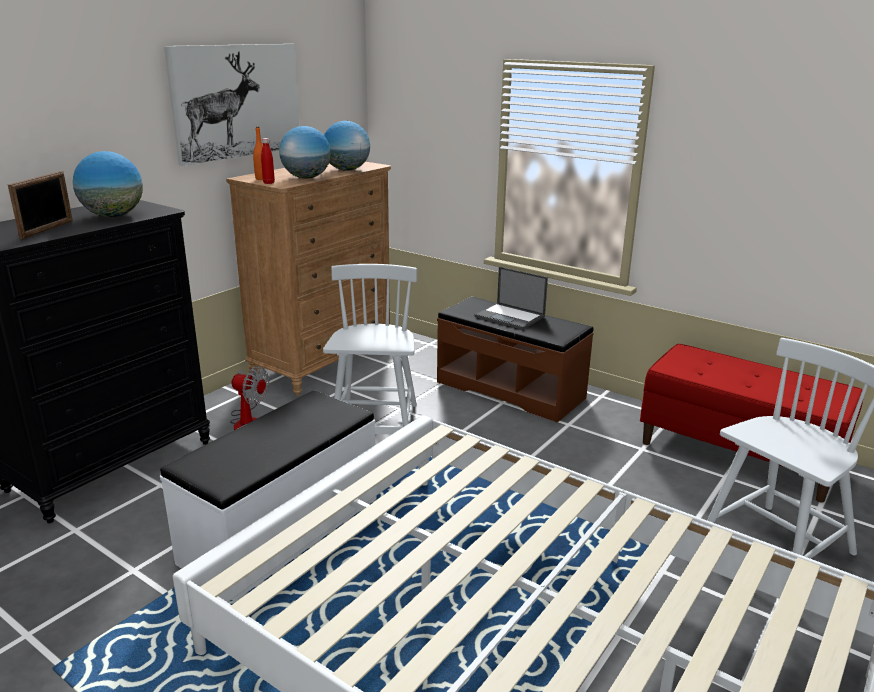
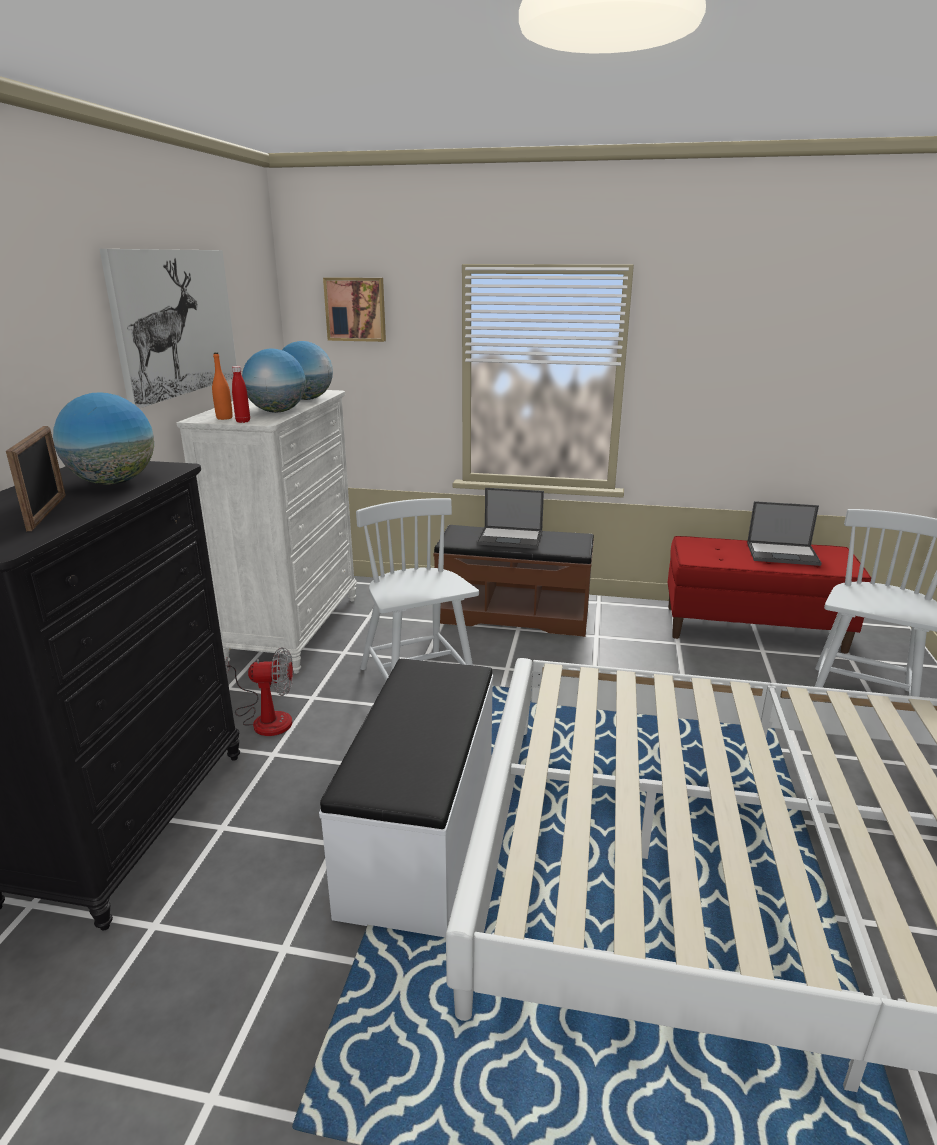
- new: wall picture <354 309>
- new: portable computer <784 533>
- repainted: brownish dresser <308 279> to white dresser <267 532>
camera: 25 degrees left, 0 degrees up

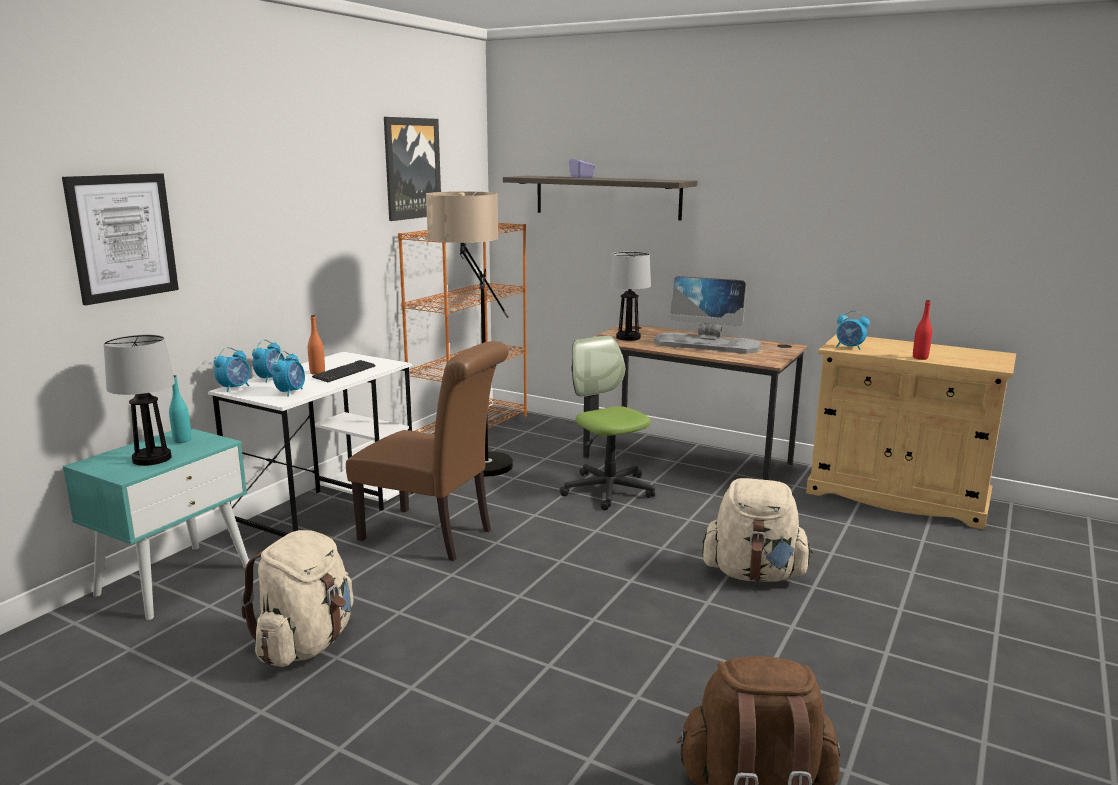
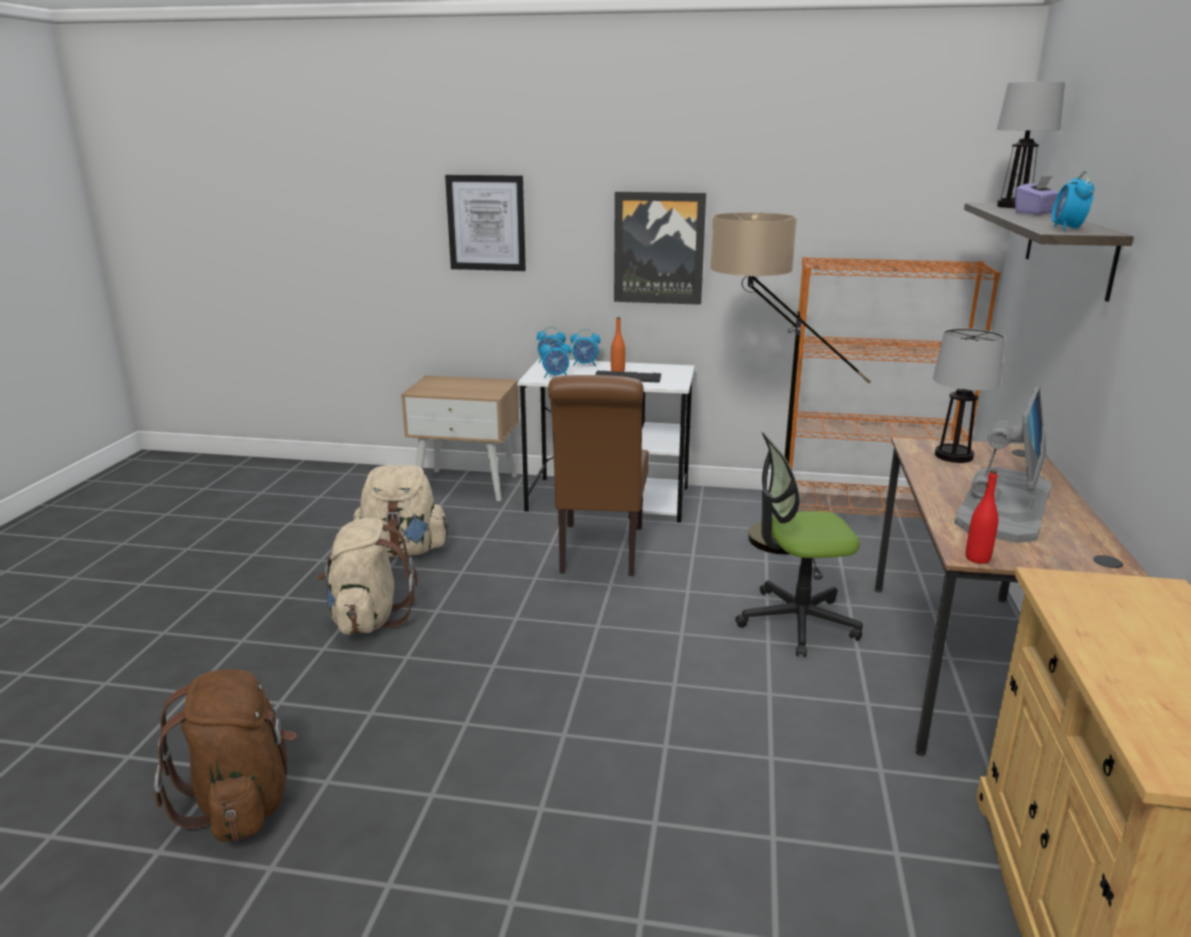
- gone: turquoise beverage bottle <180 409>
- shifted: table lamp <139 400> to <1031 145>
- shifted: wall picture <412 169> to <660 248>
- shifted: sand-coloured knapsack <757 530> to <366 576>
- shifted: bedside clock <853 330> to <1072 201>
- shifted: reddish beverage bottle <922 330> to <982 517>
- repainted: turquoise nightstand <156 524> to sand-coloured nightstand <460 438>
- rotated: computer chair <607 422> = <799 544> 135 degrees counterclockwise
- rotated: computer display <707 315> = <1003 465> 150 degrees counterclockwise
camera: 70 degrees right, 5 degrees up

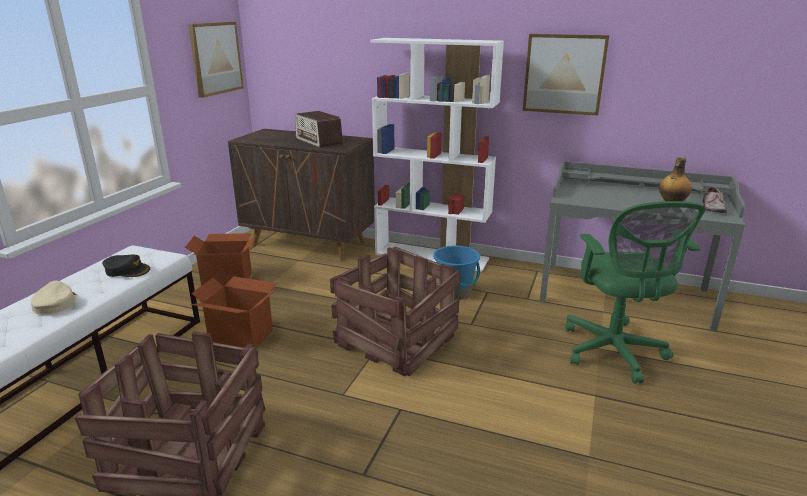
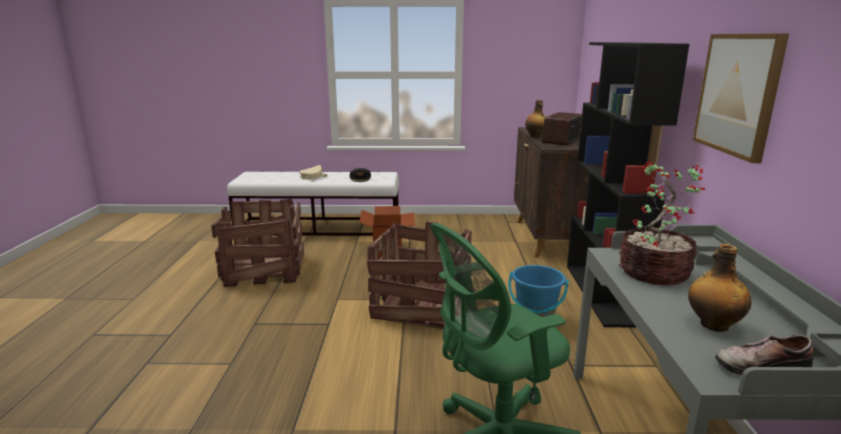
- gone: carton <220 259>
- gone: wall picture <216 60>
- new: beverage bottle <535 119>
- new: plant in a pot <662 222>
- repainted: white shelving unit <437 155> to black-coloured shelving unit <628 184>
camera: 70 degrees right, 5 degrees down

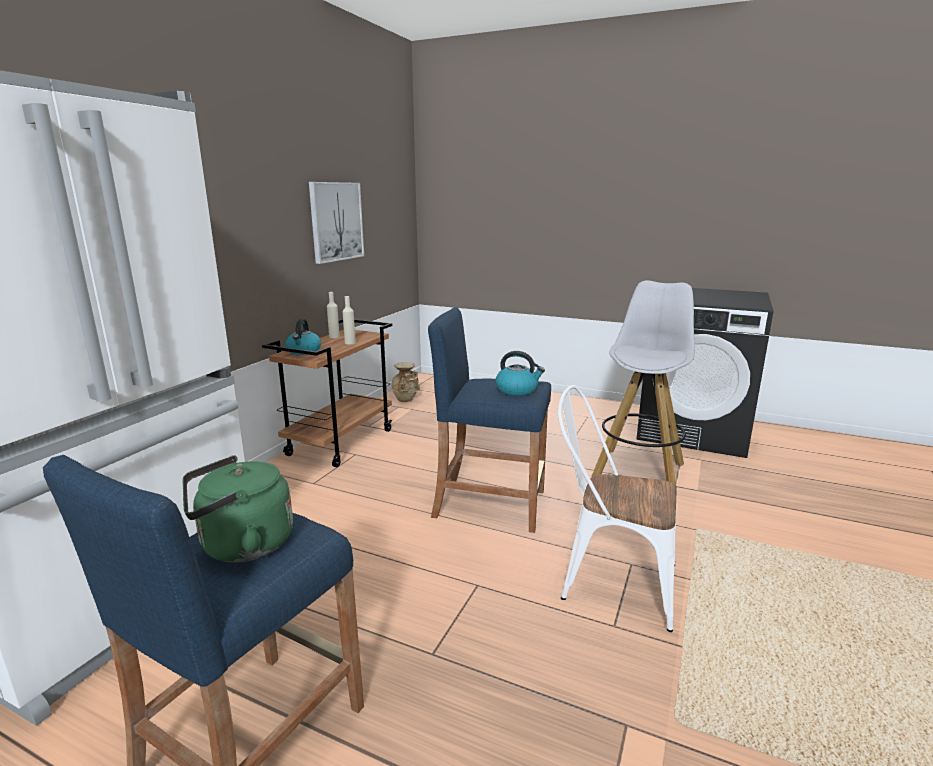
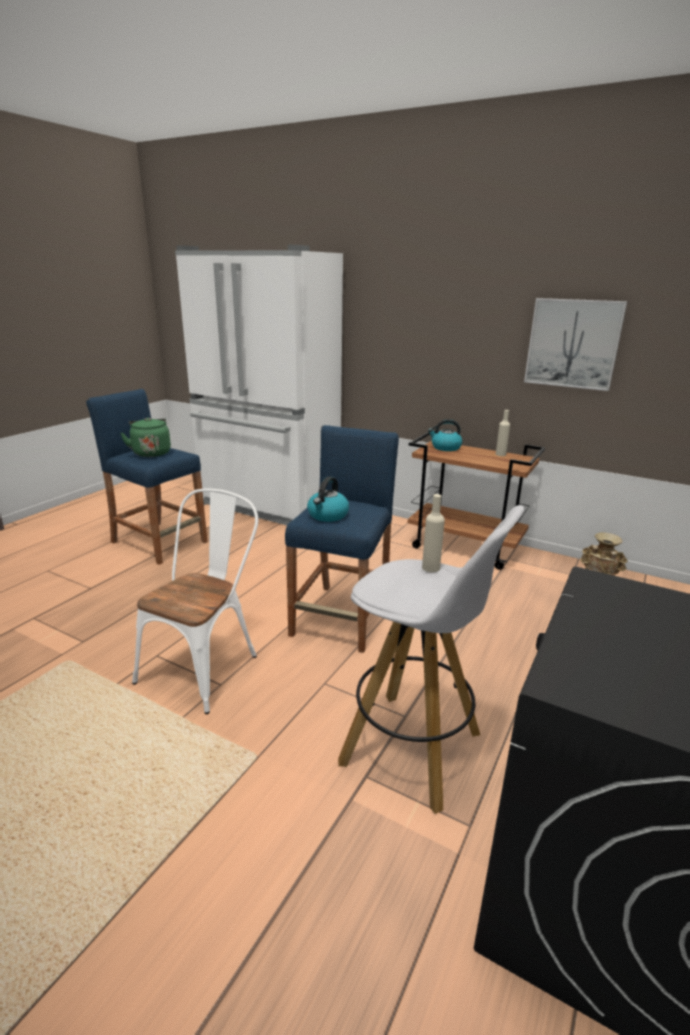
- shifted: sand-coloured beverage bottle <349 320> to <433 533>
camera: 95 degrees right, 5 degrees up

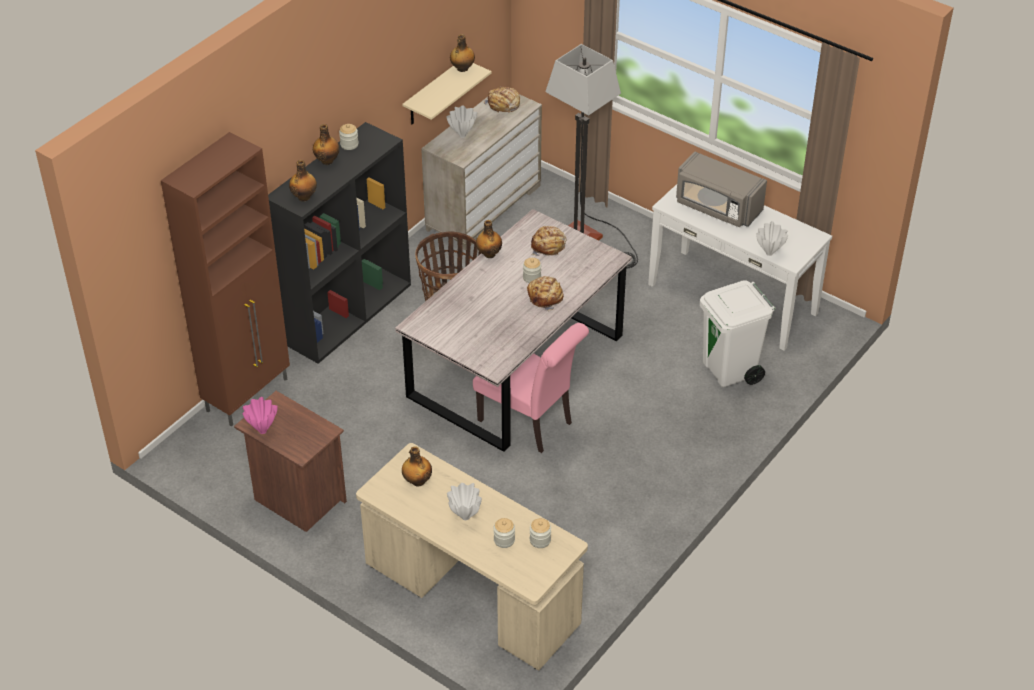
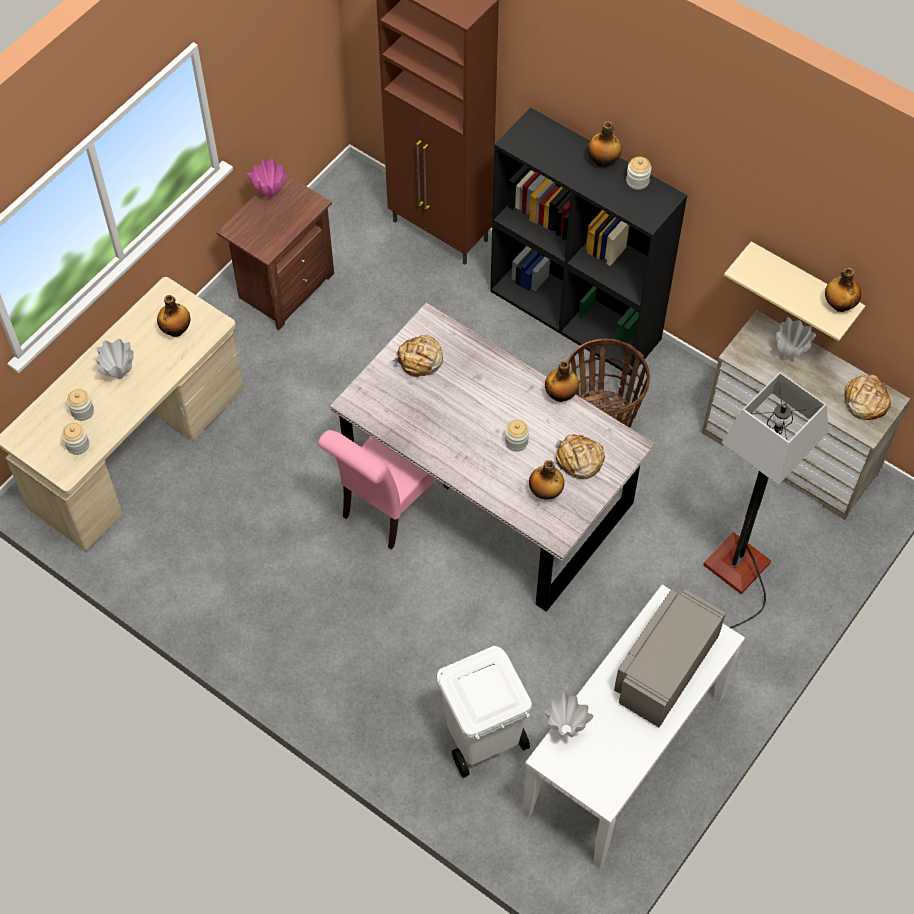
- shifted: beverage bottle <303 180> to <546 479>
- shifted: bread <546 293> to <417 357>
camera: 90 degrees right, 15 degrees up

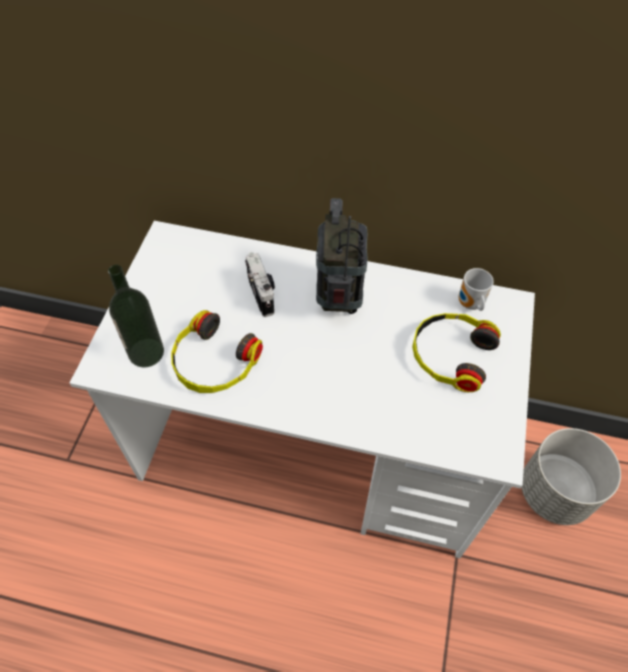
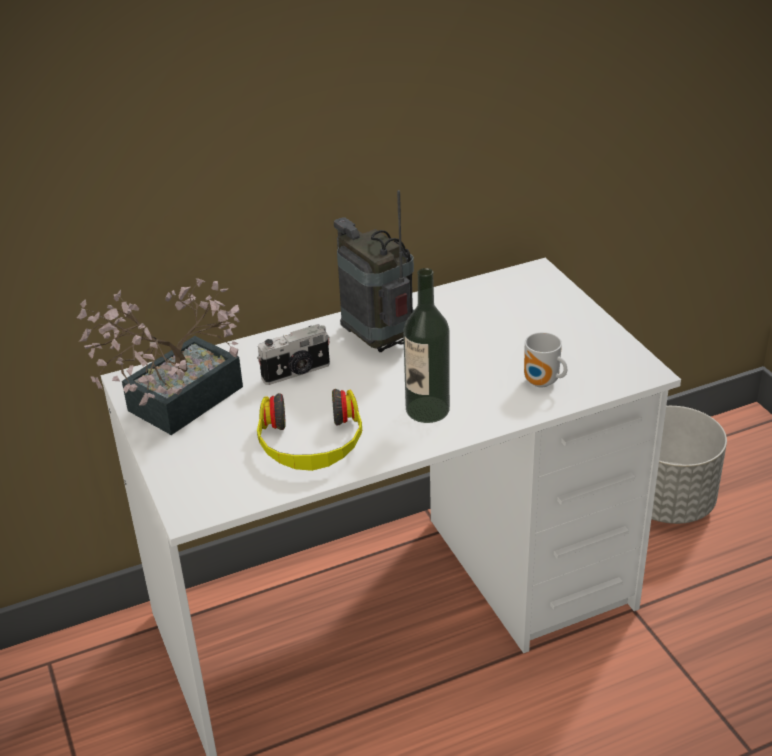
- gone: headset <456 352>
- new: plant in a pot <159 356>
- shifted: beverage bottle <136 316> to <426 345>
- shifted: mug <476 289> to <545 359>
- rotated: photo camera <260 284> = <293 354> 120 degrees clockwise
camera: 35 degrees left, 20 degrees down

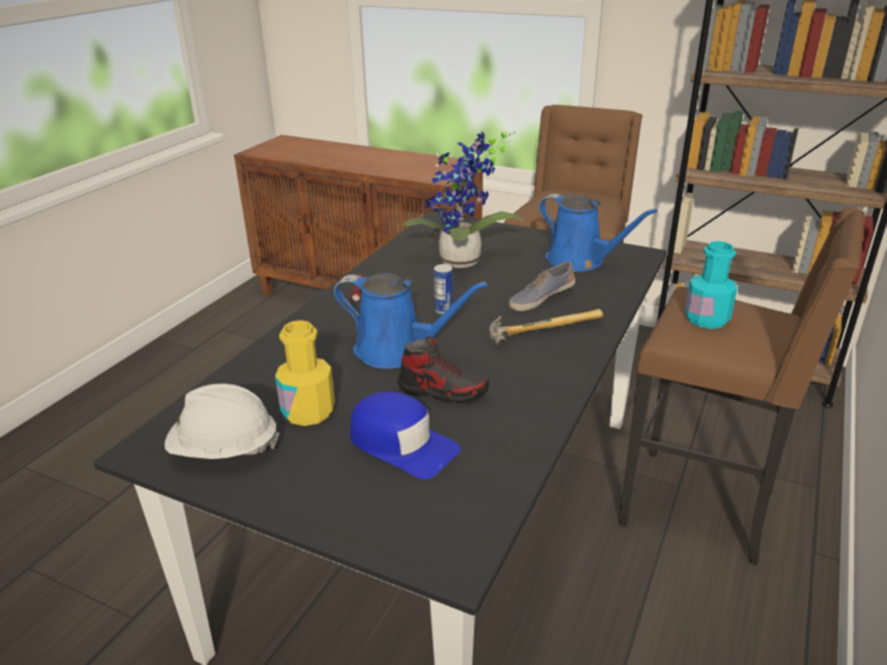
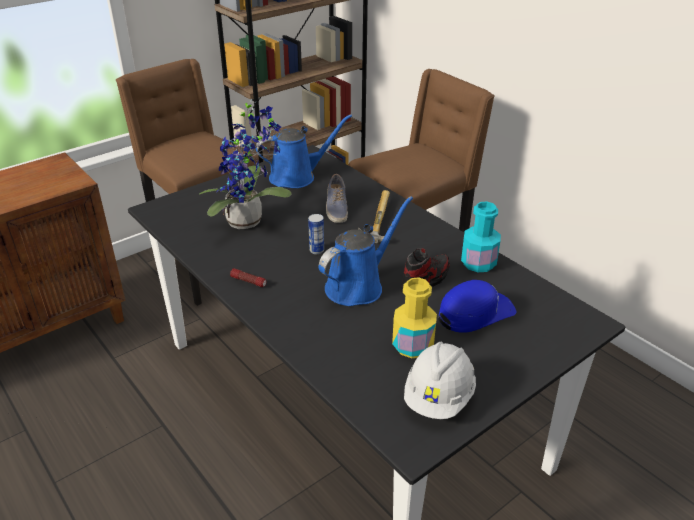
- shifted: turquoise beverage bottle <711 285> to <481 237>
camera: 65 degrees left, 5 degrees up

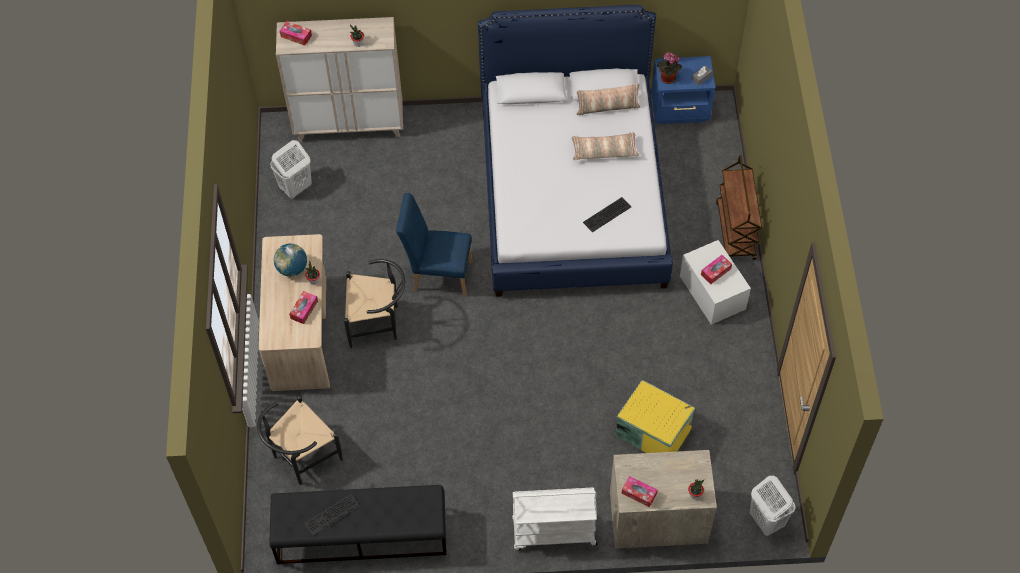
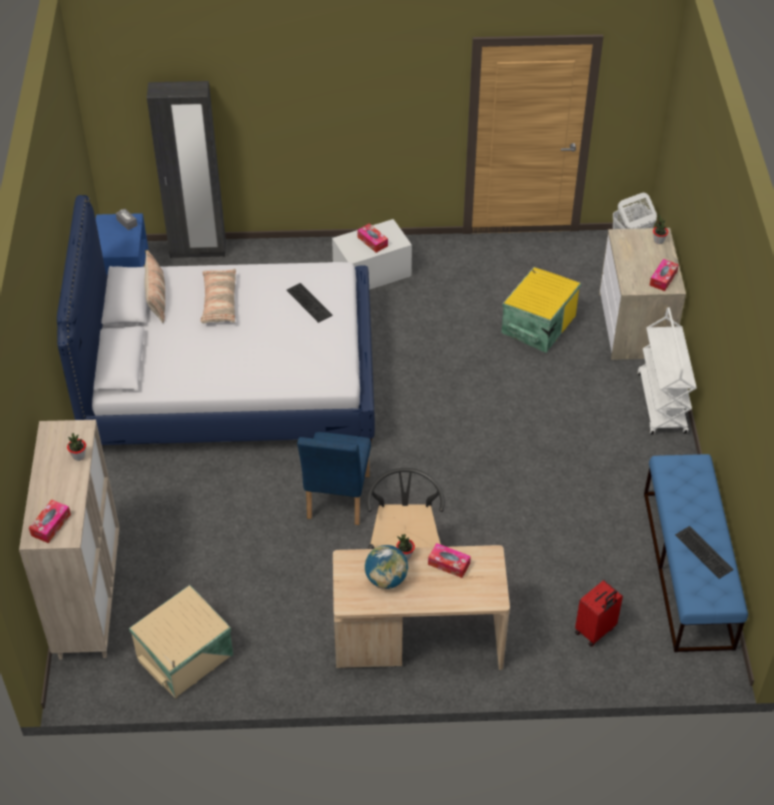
- gone: plant in a pot <669 68>
- gone: brownish wheeled cart <739 207>
- new: black-coloured armoire <186 169>
- swapped: black-coloured upright chair <300 440> to reddish travel case <599 613>
- swapped: white hamper <291 169> to sand-coloured storage container <181 642>
- repainted: black-coloured long seat <357 524> to blue long seat <696 553>
camera: 90 degrees left, 10 degrees down

